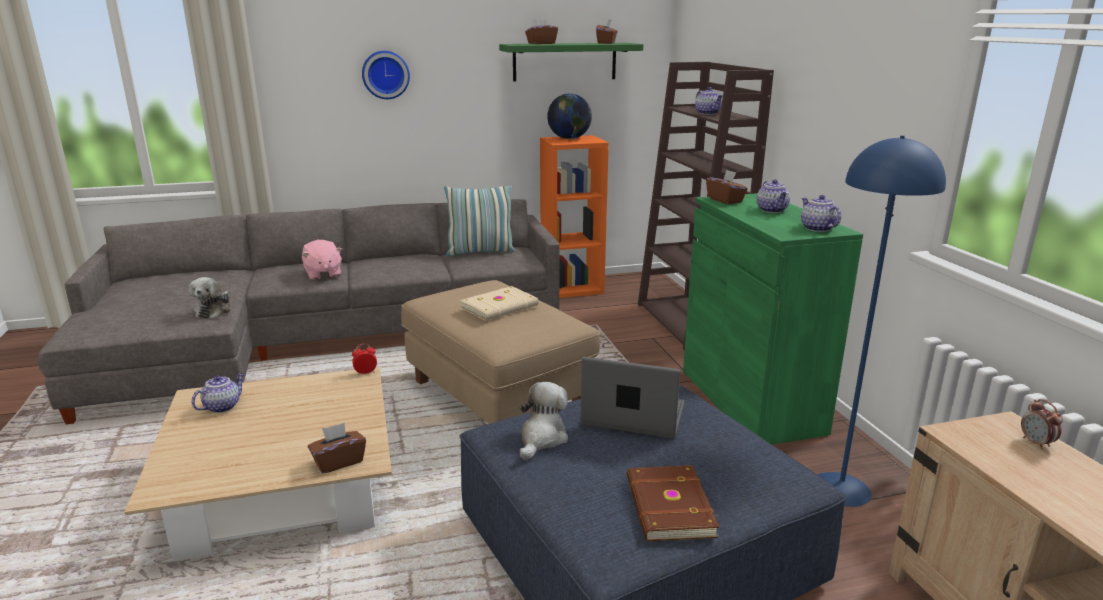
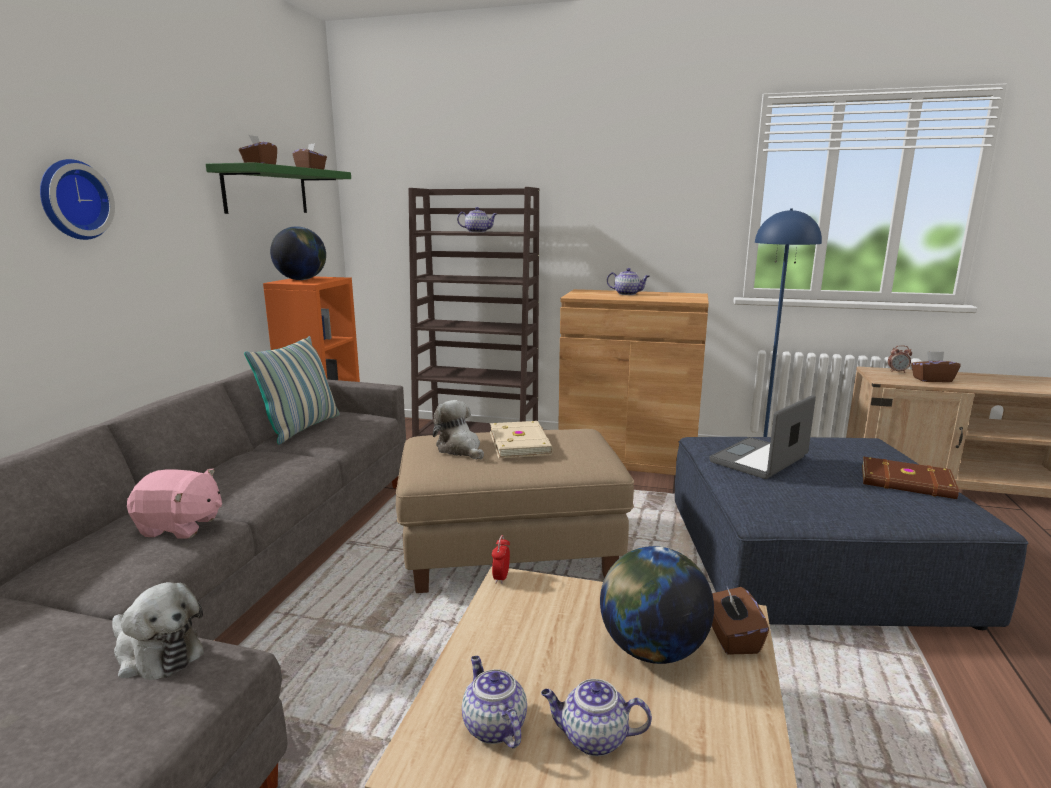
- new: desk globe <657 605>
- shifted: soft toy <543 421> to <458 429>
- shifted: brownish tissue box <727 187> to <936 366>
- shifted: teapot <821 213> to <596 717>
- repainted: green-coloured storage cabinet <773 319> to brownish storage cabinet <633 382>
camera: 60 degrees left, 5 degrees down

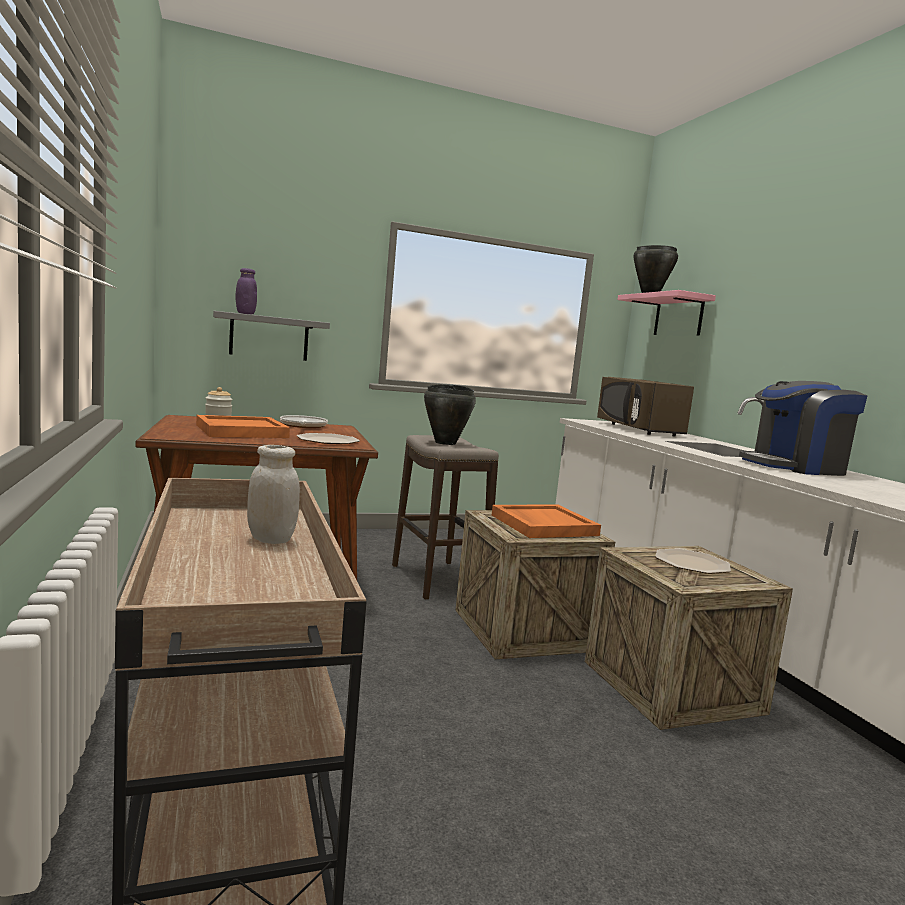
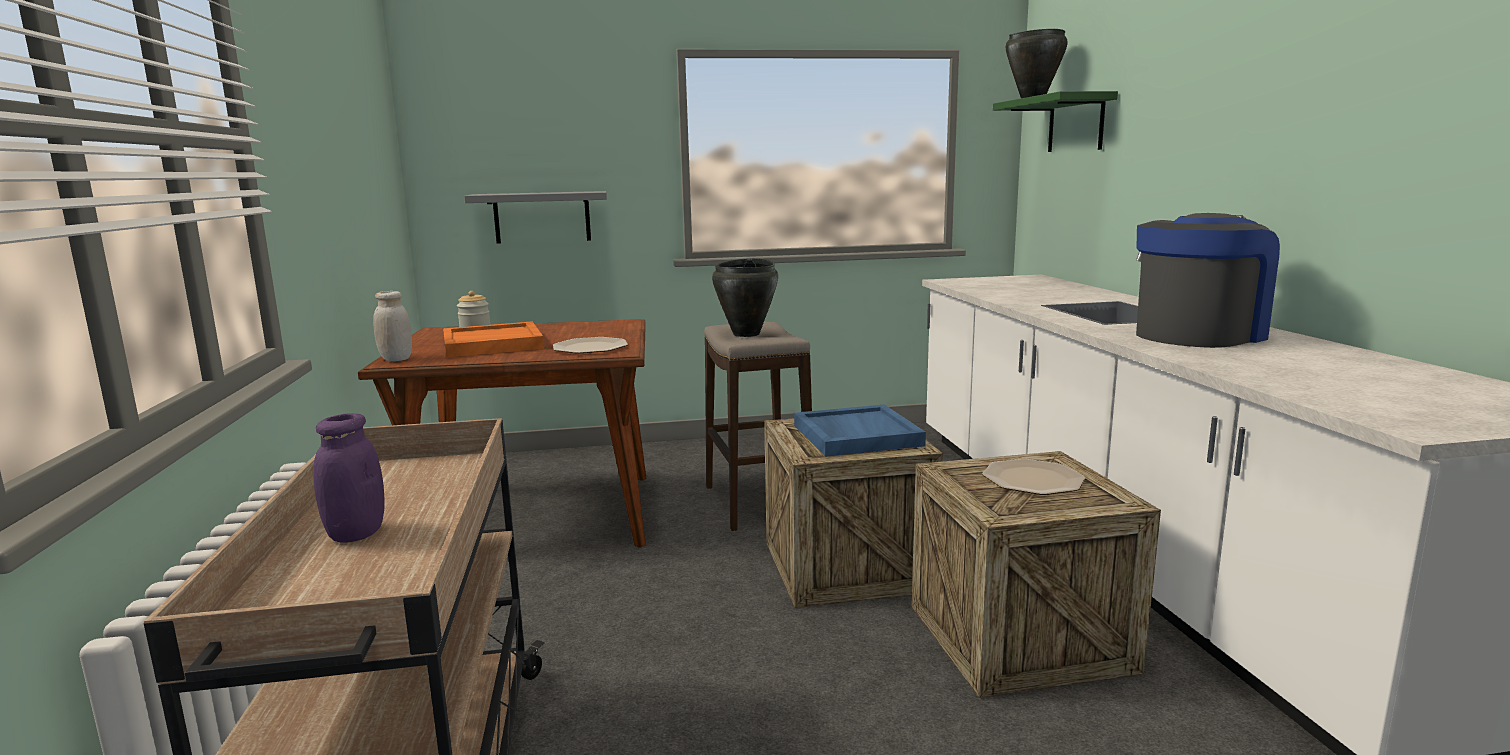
- gone: pan <304 421>
- gone: brownish microwave <645 407>
- shifted: purplish preserve jar <246 291> to <349 478>
- shifted: white preserve jar <273 494> to <392 326>
- repainted: orangey tray <546 521> to blue tray <860 431>
- repainted: pinkish bracket shelf <666 313> to green-coloured bracket shelf <1055 121>
- rotated: coffee machine <803 428> = <1208 280> 150 degrees clockwise
camera: 10 degrees right, 5 degrees up

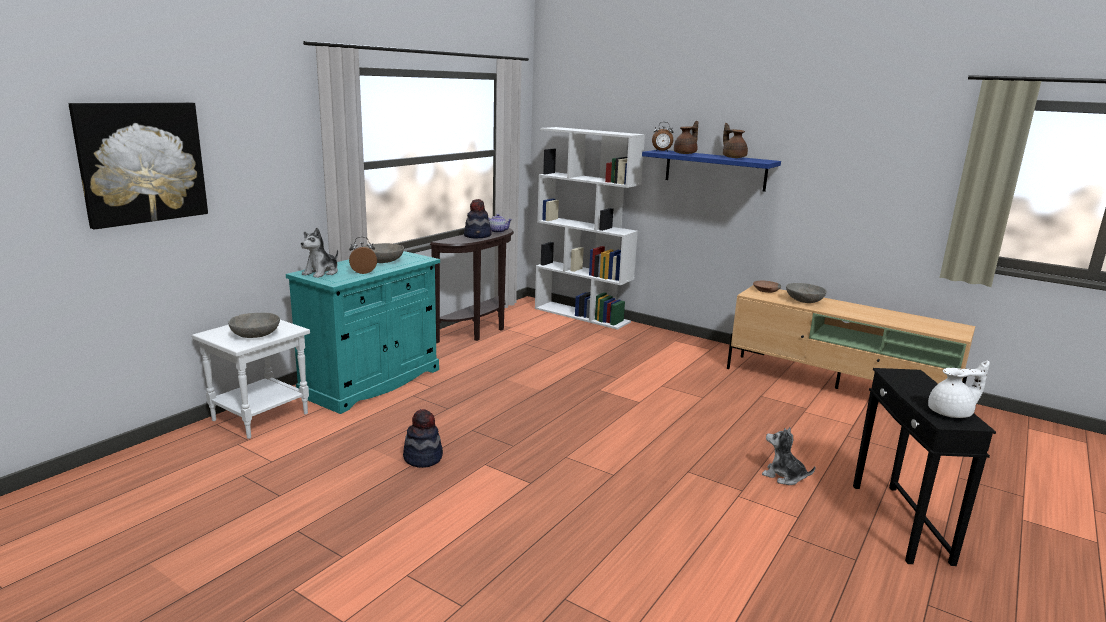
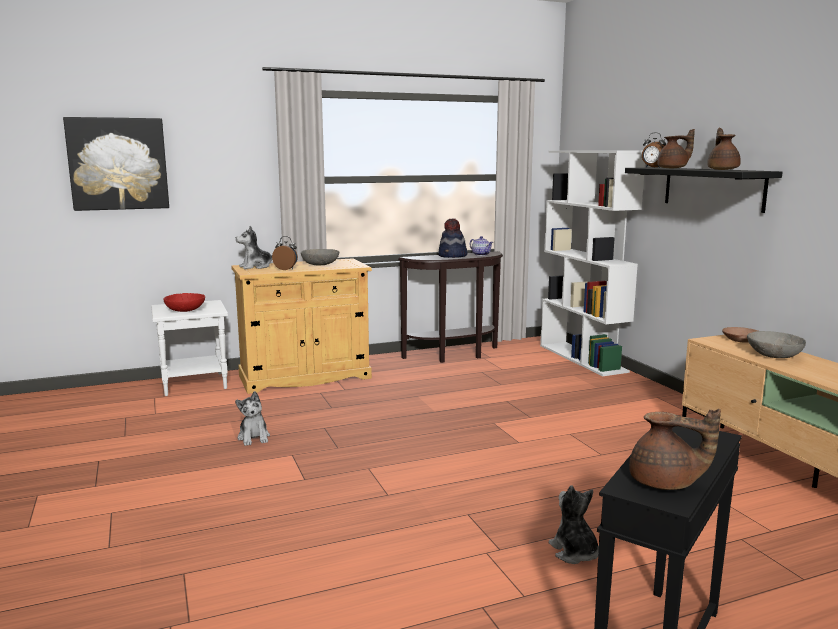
- swapped: clothing hat <423 438> to soft toy <252 418>
- repainted: gray serving bowl <254 325> to reddish serving bowl <184 302>
- repainted: turquoise storage cabinet <363 332> to sand-coloured storage cabinet <301 326>
- repainted: blue bracket shelf <711 171> to black-coloured bracket shelf <703 190>
- repainted: white teapot <959 389> to brownish teapot <675 449>
camera: 35 degrees right, 5 degrees down

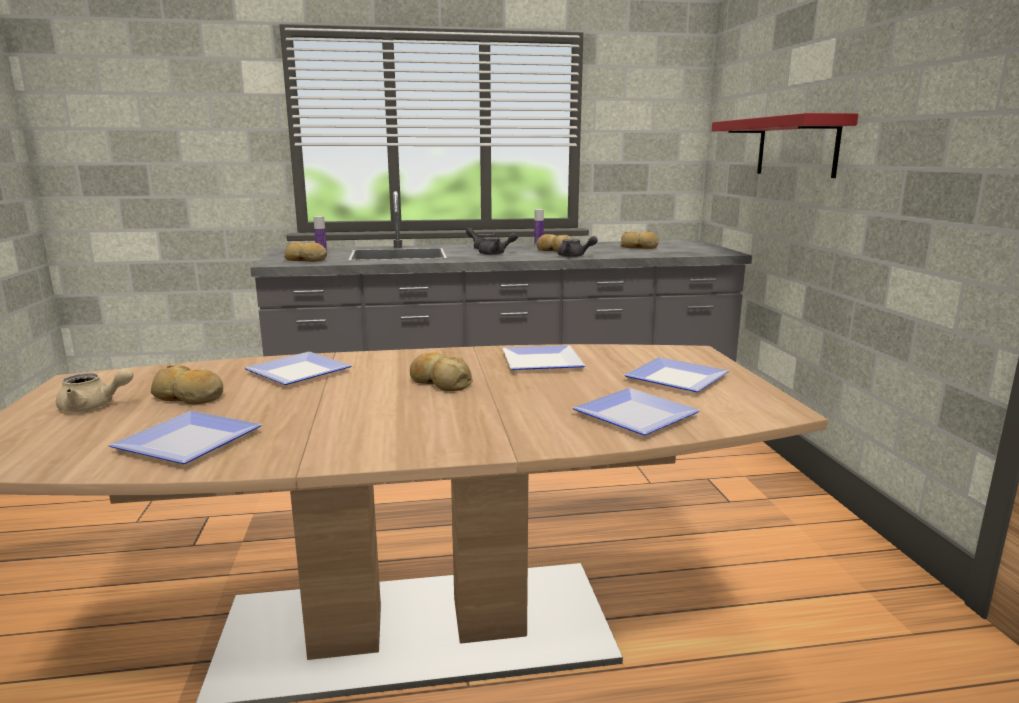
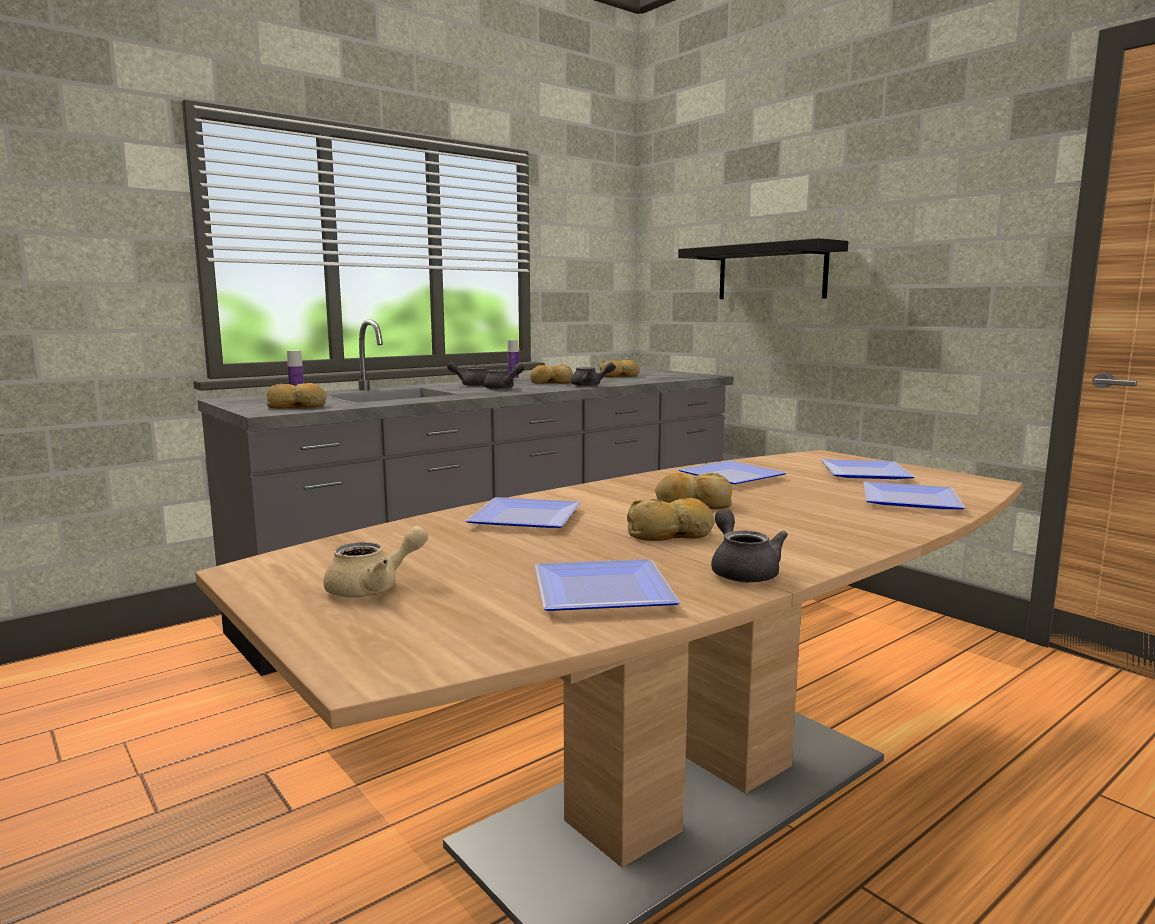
- new: gray teapot <749 546>
- shifted: bread <187 385> to <671 519>
- repainted: reddish bracket shelf <785 145> to black-coloured bracket shelf <763 268>
camera: 30 degrees left, 5 degrees down

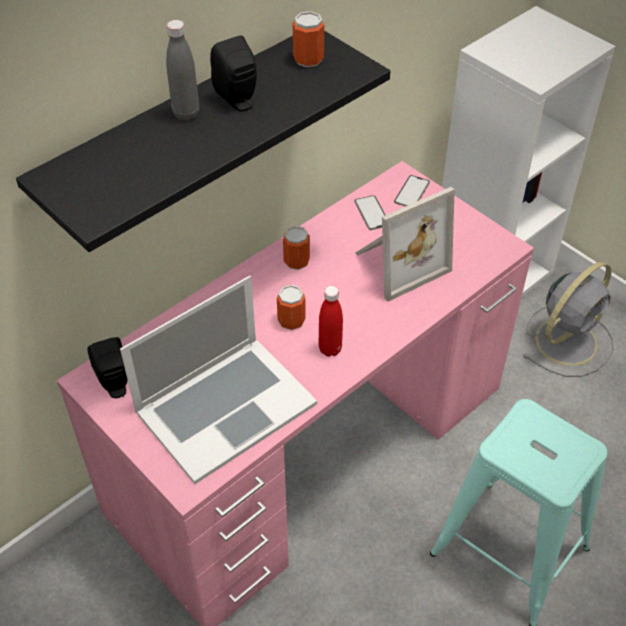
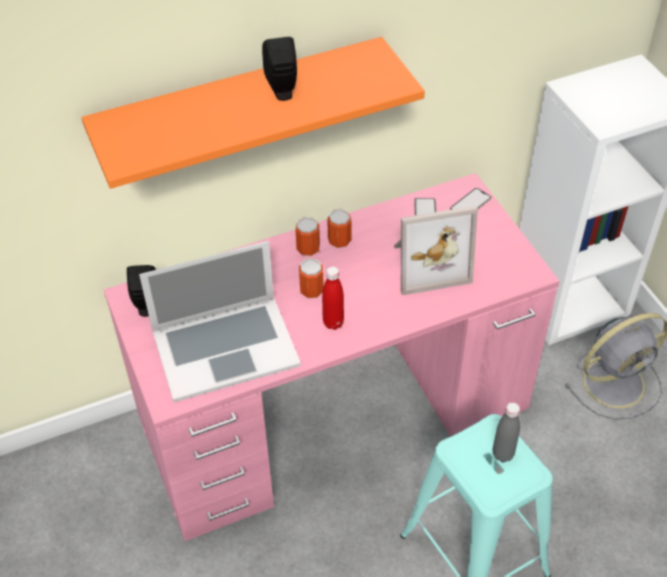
- shifted: gray beverage bottle <182 70> to <506 432>
- shifted: metal can <308 39> to <307 236>
- repainted: black-coloured bracket shelf <203 141> to orangey bracket shelf <253 113>
camera: 20 degrees right, 0 degrees up

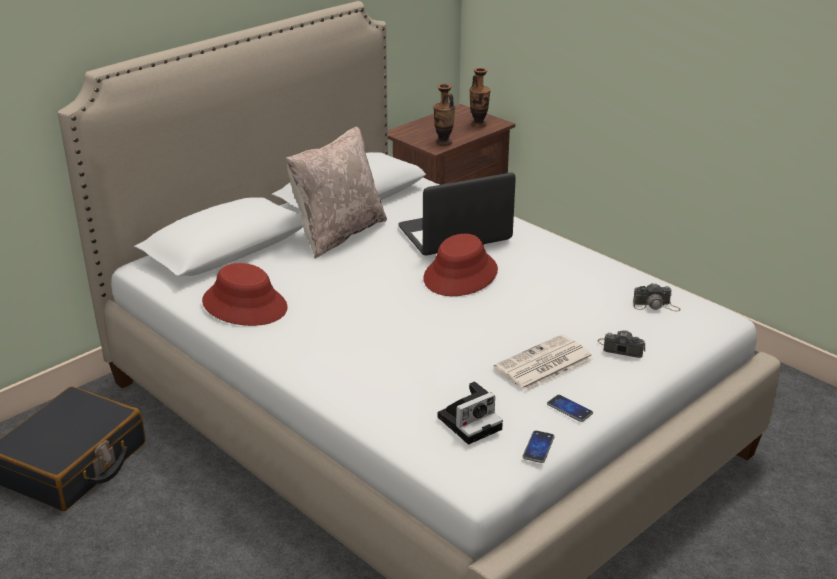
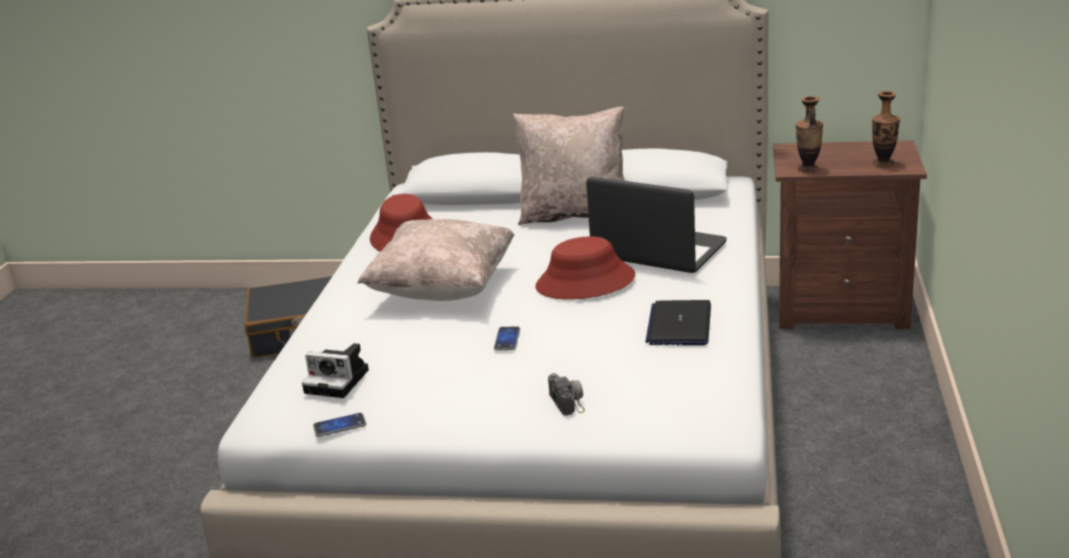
- gone: daily paper <544 363>
- gone: photo camera <656 297>
- new: sand-coloured throw pillow <436 260>
- new: portable computer <678 322>
- shifted: handset <570 408> to <507 338>
camera: 55 degrees right, 5 degrees down

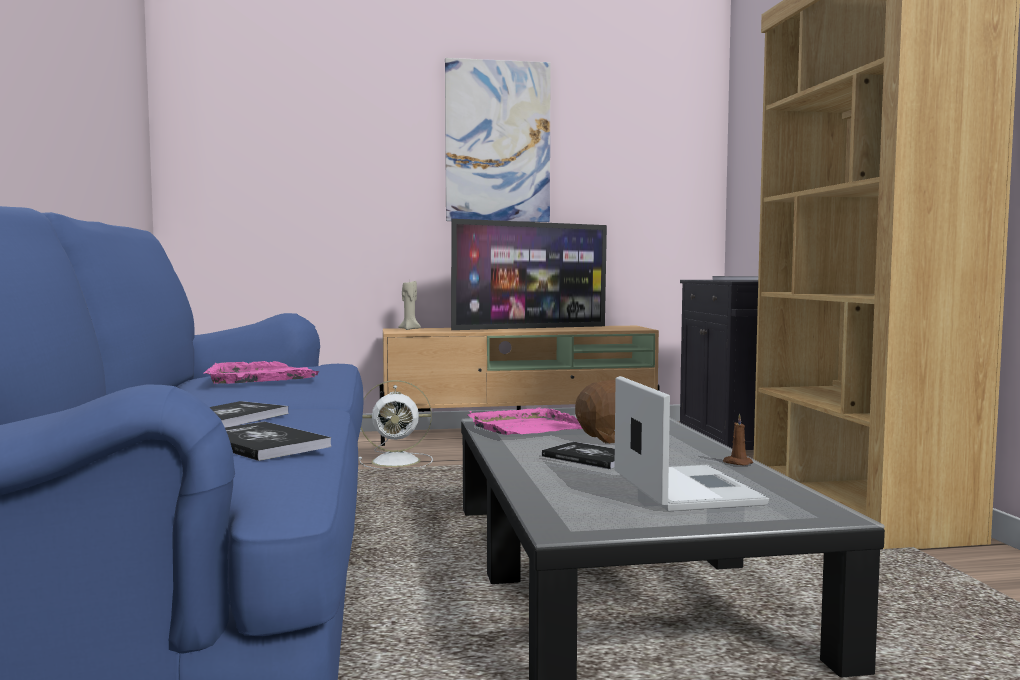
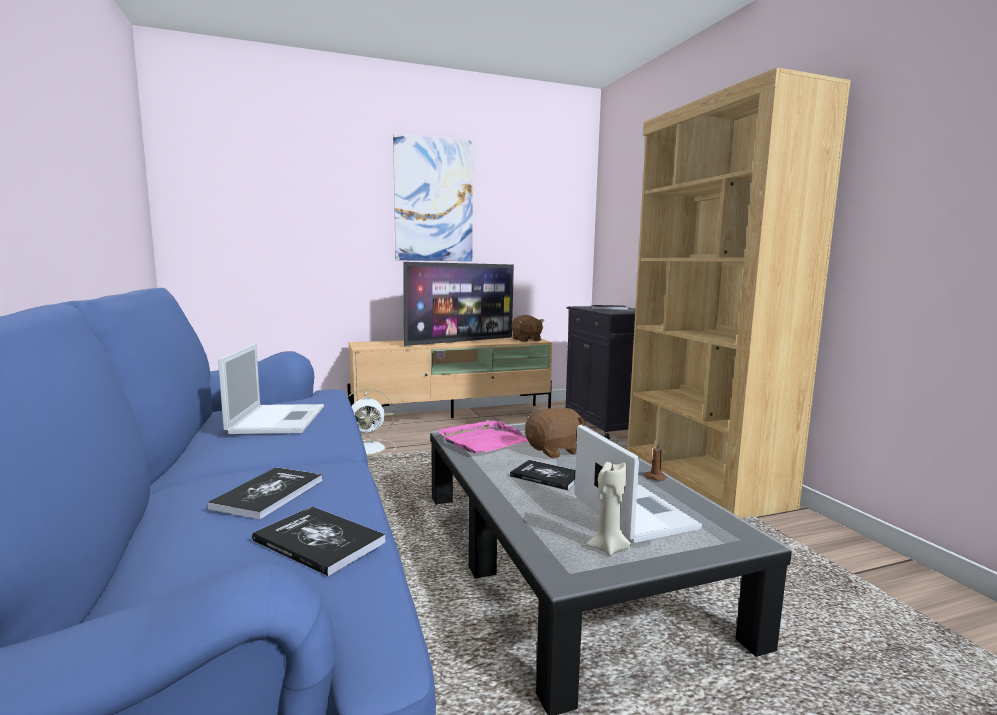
- new: brownish soft toy <527 328>
- shifted: sand-coloured wax light <409 305> to <608 509>
- swapped: pinkish tray <261 372> to portable computer <271 389>
camera: 10 degrees left, 5 degrees up

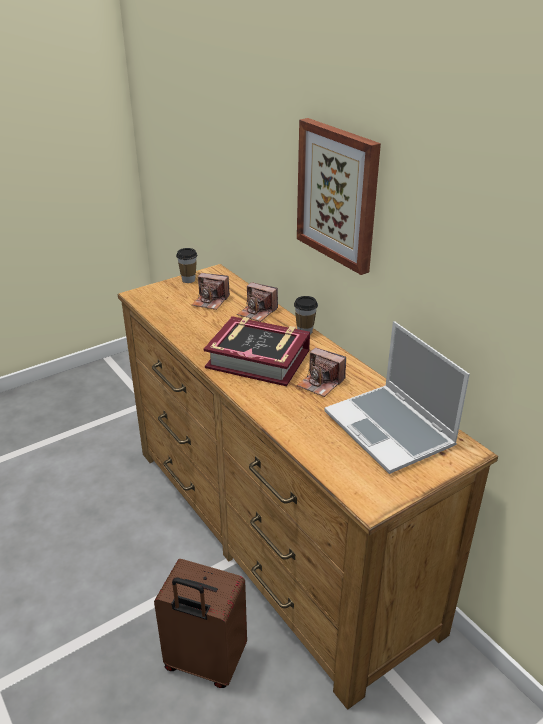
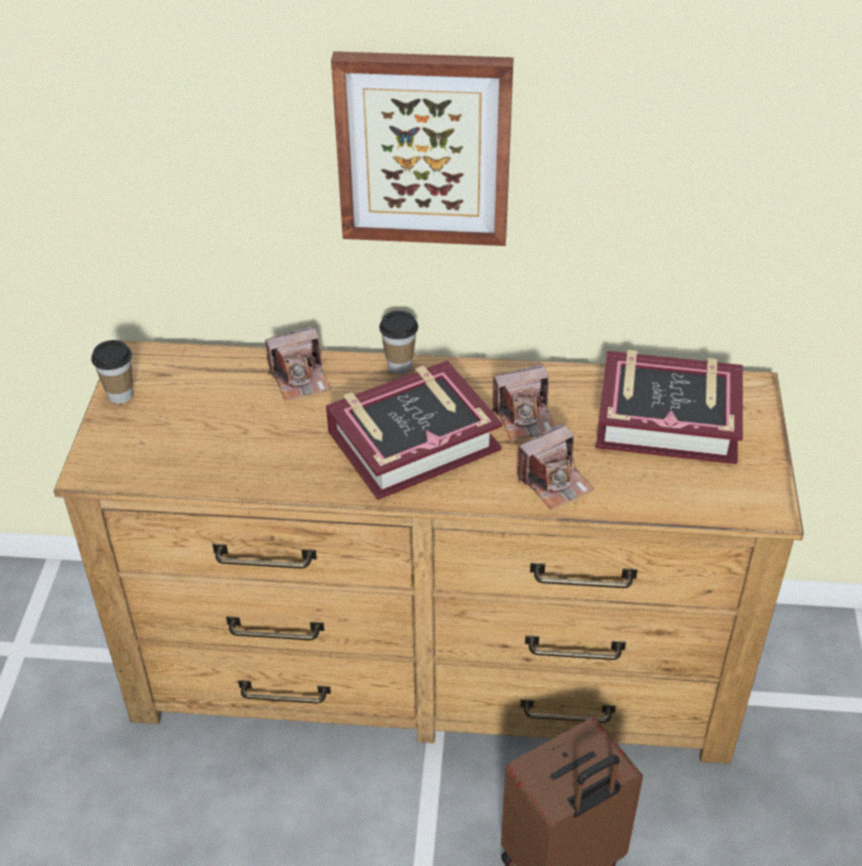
- shifted: photo camera <211 291> to <555 466>
- swapped: portable computer <397 397> to volume <669 407>
camera: 50 degrees left, 10 degrees up

